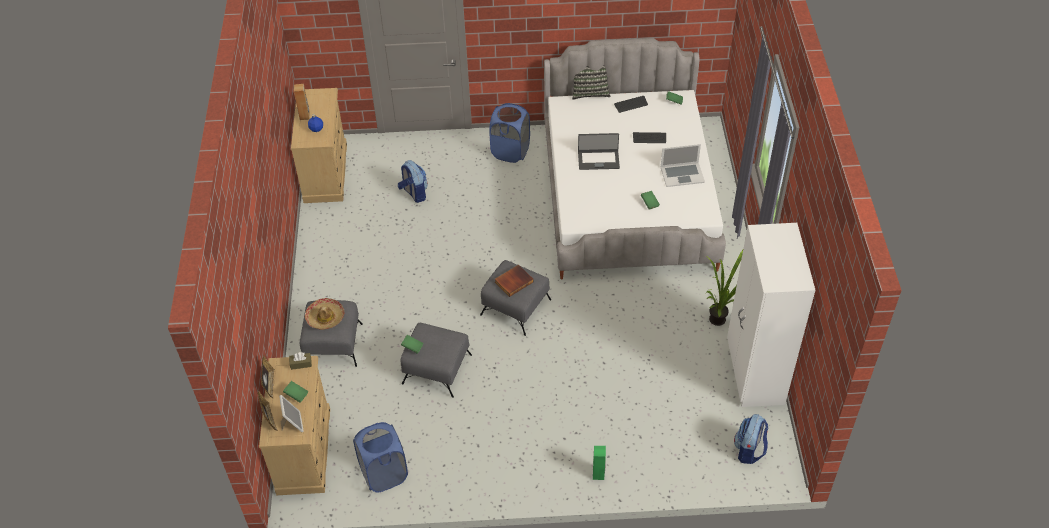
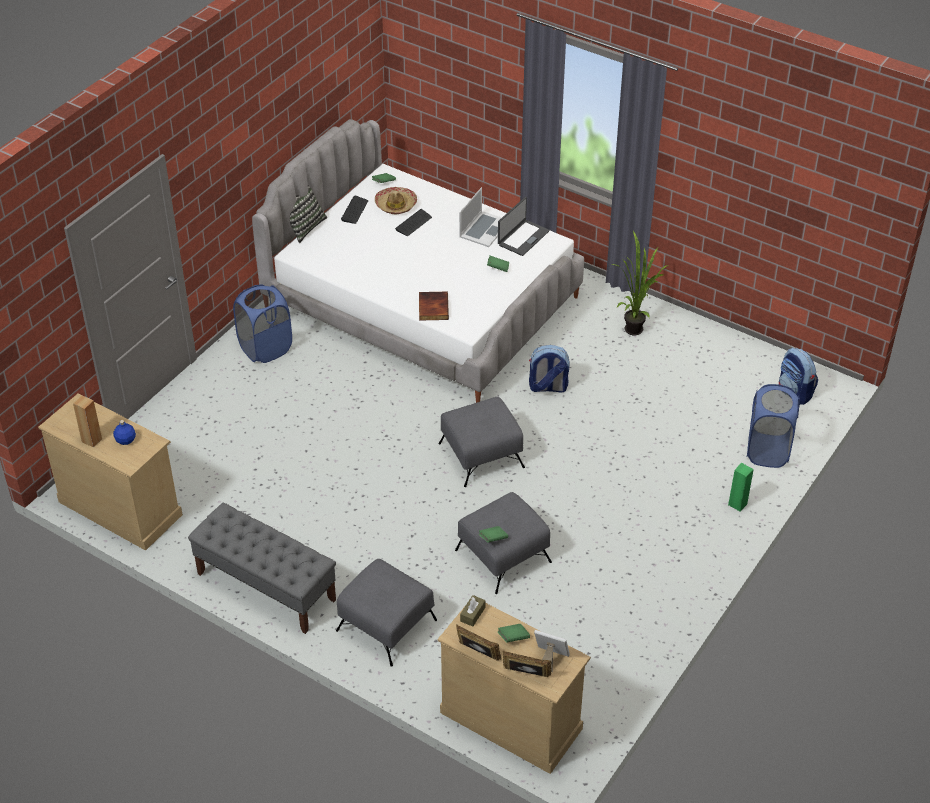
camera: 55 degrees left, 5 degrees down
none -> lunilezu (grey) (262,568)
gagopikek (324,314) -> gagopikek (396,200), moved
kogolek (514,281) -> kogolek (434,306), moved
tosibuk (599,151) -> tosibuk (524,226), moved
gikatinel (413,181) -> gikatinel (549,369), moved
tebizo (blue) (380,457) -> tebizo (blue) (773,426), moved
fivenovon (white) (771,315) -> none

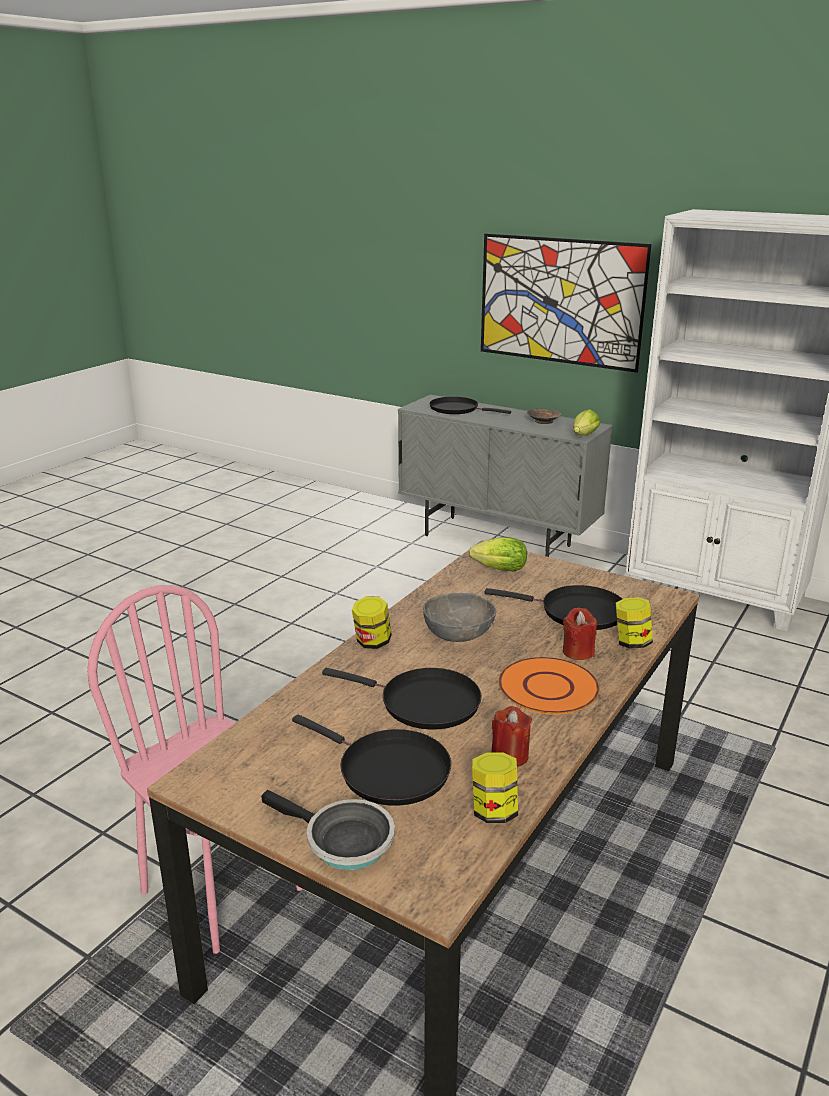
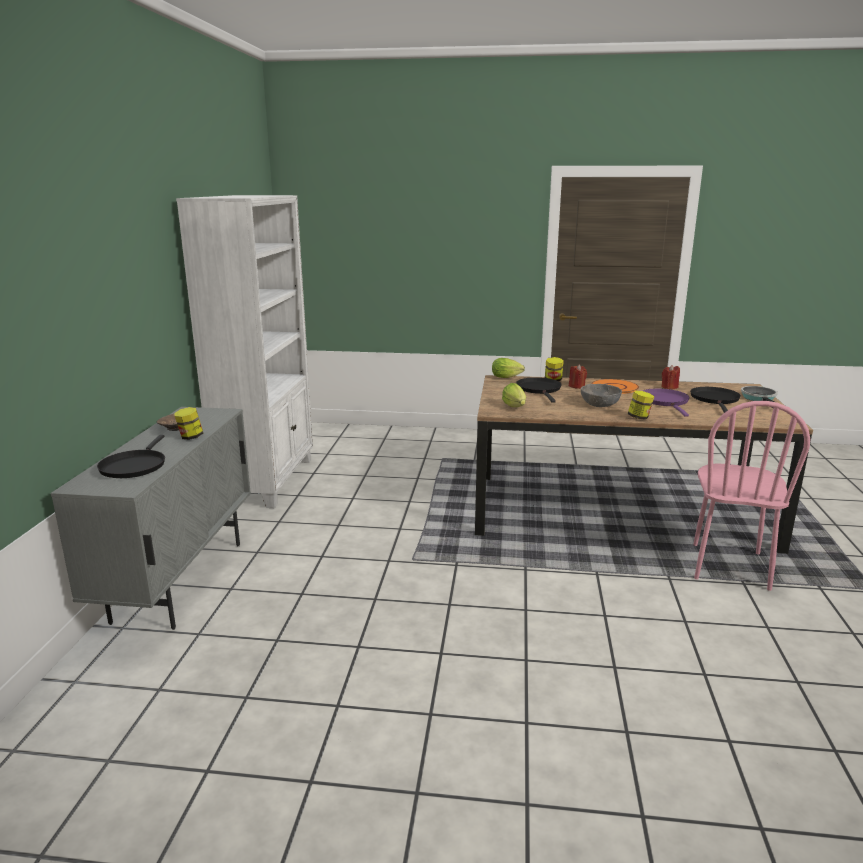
camera: 115 degrees left, 5 degrees down
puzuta (495,787) -> puzuta (188,423), moved
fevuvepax (586,422) -> fevuvepax (508,368), moved
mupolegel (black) (402,699) -> mupolegel (purple) (666,402)
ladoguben (566,303) -> none

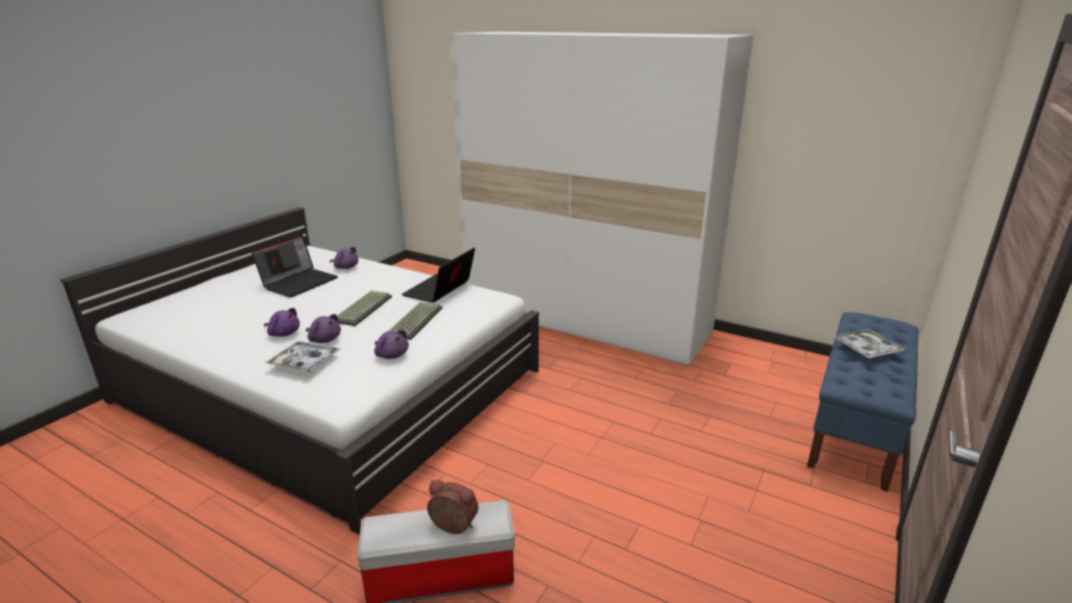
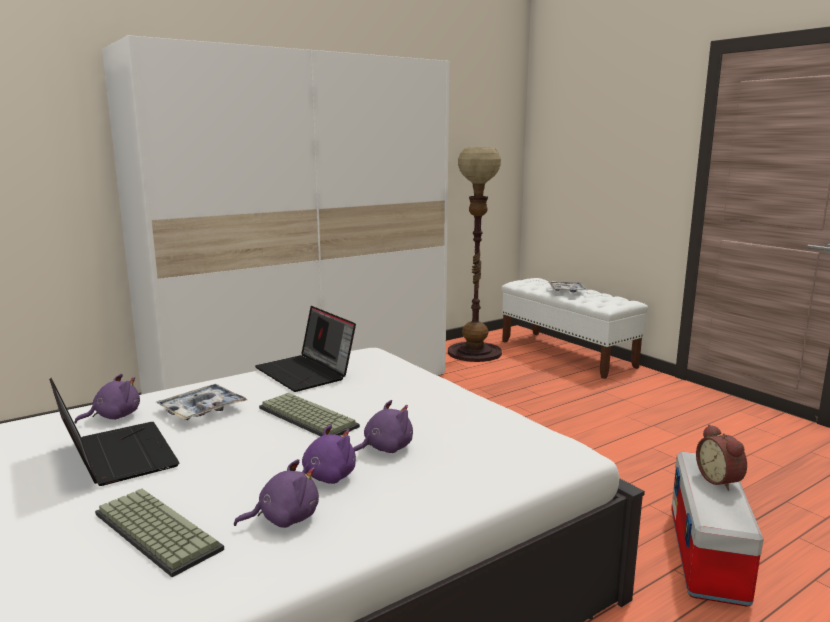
camera: 65 degrees left, 10 degrees down
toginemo (415,321) -> toginemo (159,533), moved
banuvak (302,357) -> banuvak (201,402), moved
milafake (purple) (391,344) -> milafake (purple) (276,493), moved
none -> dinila (475,255)
lunilezu (blue) (862,402) -> lunilezu (white) (574,328)
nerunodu (452,507) -> nerunodu (721,457), 60 degrees counterclockwise

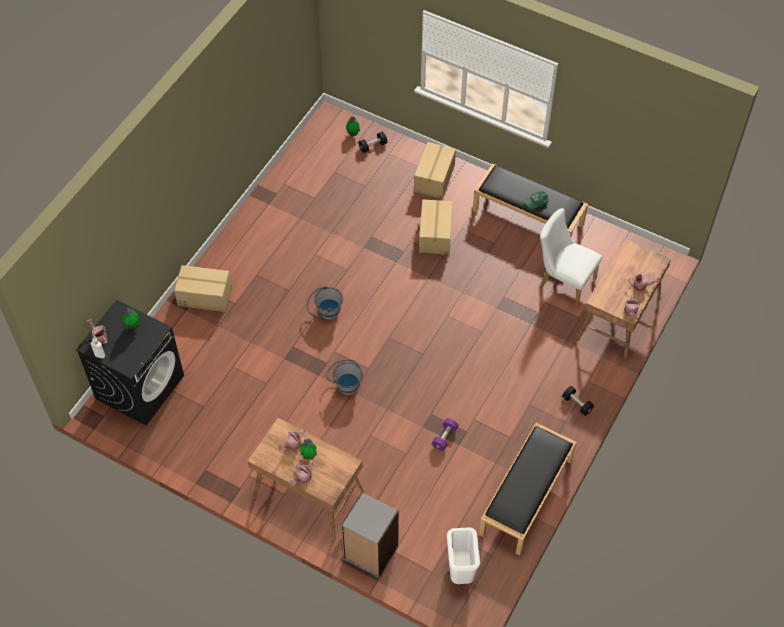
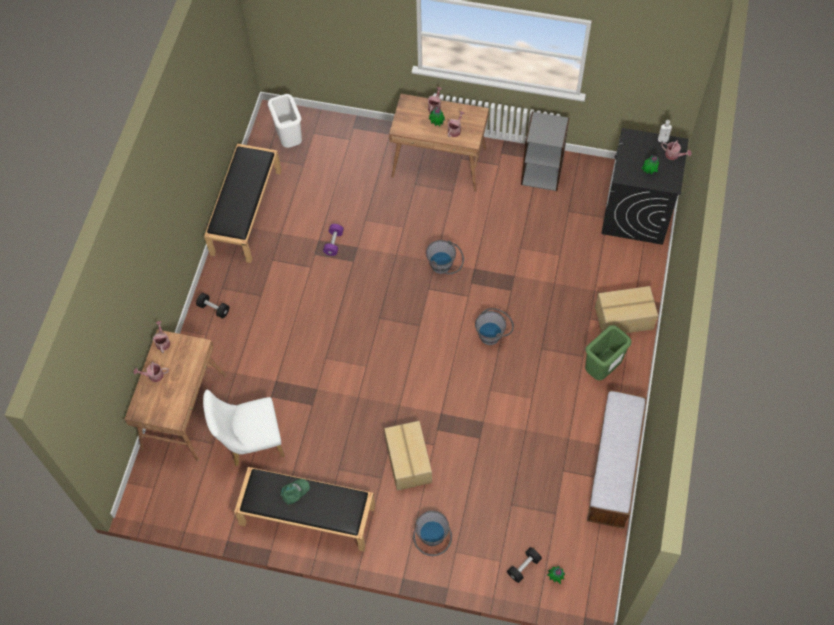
camera: 165 degrees right, 5 degrees up
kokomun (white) (571,257) -> kokomun (white) (244,428), 150 degrees clockwise
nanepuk (435,170) -> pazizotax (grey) (432,533)
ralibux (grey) (370,535) -> ralibux (grey) (545,151), moved
none -> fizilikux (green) (608,353)
none -> lunilezu (617,459)

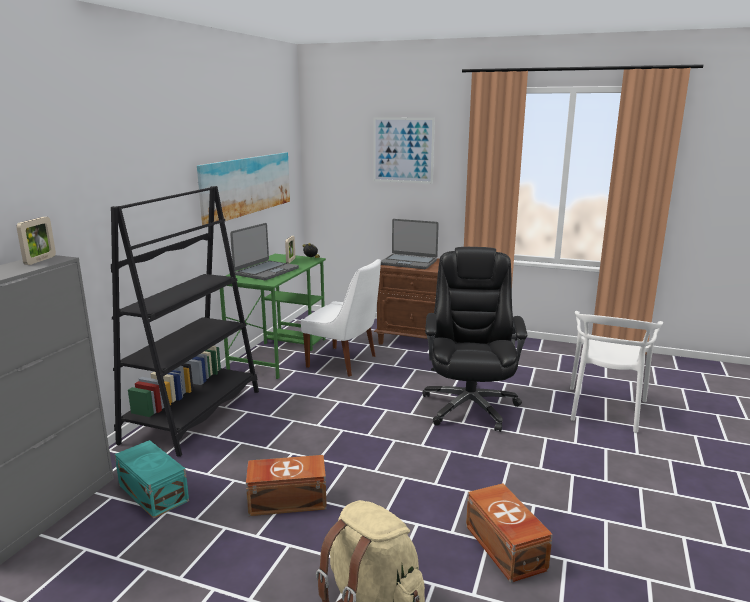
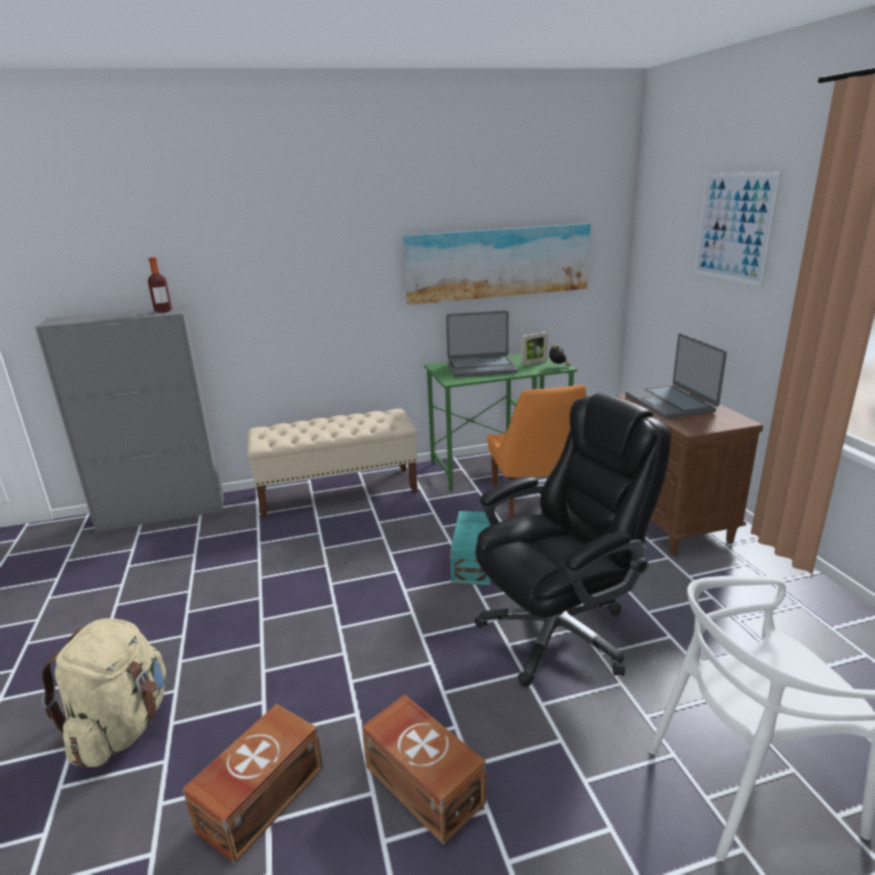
camera: 55 degrees right, 5 degrees up
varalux (36,241) -> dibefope (160,285)
ralibux (black) (185,321) -> lunilezu (beige) (332,463)
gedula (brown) (286,485) -> gedula (brown) (424,770), moved
gedula (turquoise) (152,479) -> gedula (turquoise) (470,548), moved
kokomun (white) (341,318) -> kokomun (orange) (536,452)

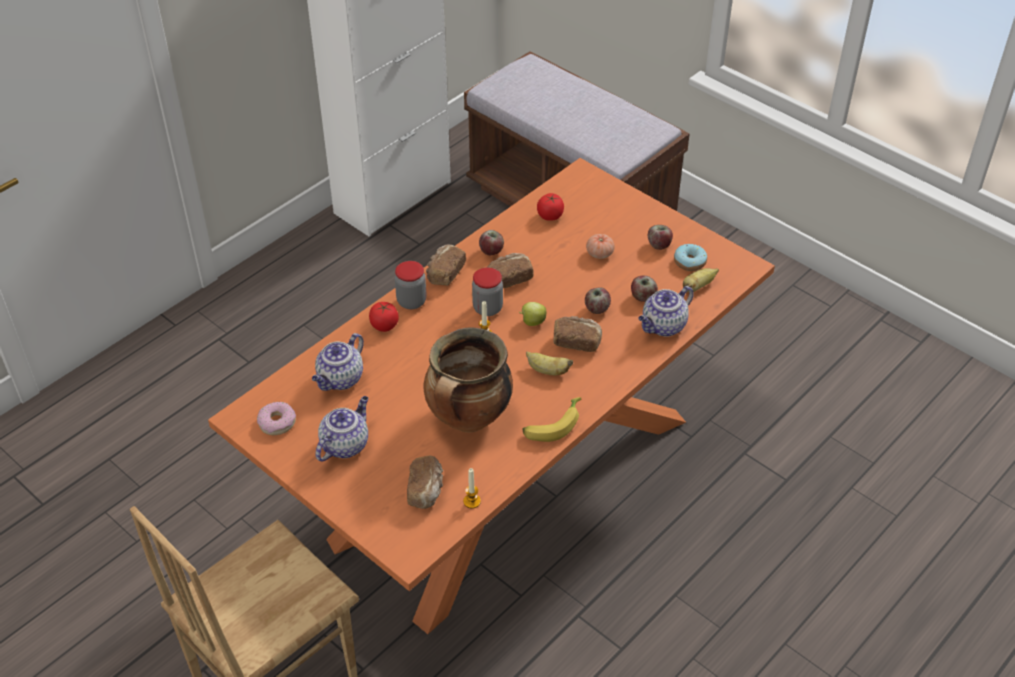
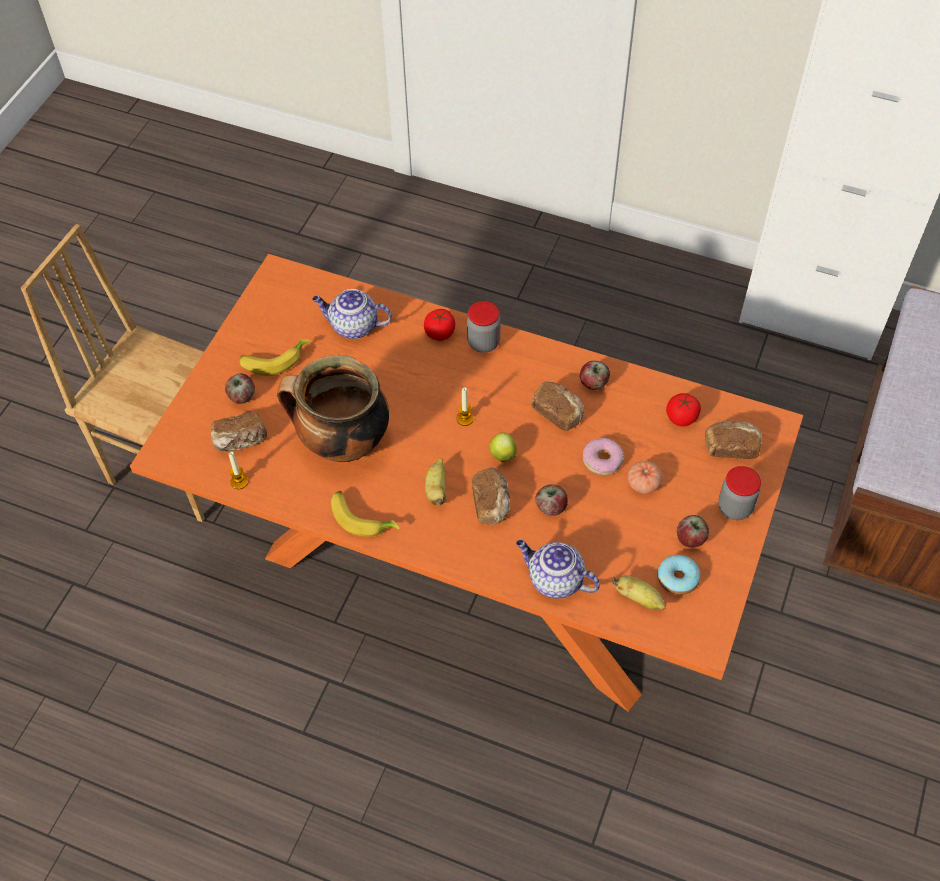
camera: 70 degrees right, 10 degrees up
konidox (644,289) -> konidox (240,389), moved
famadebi (341,428) -> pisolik (275,357)
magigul (276,418) -> magigul (603,456), moved
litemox (446,264) -> litemox (733,439), moved
puzuta (487,291) -> puzuta (739,493), moved

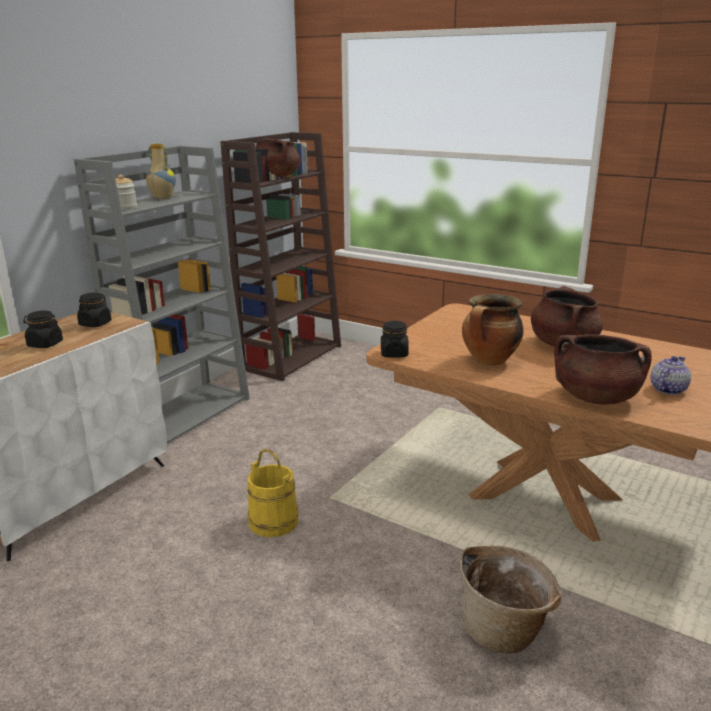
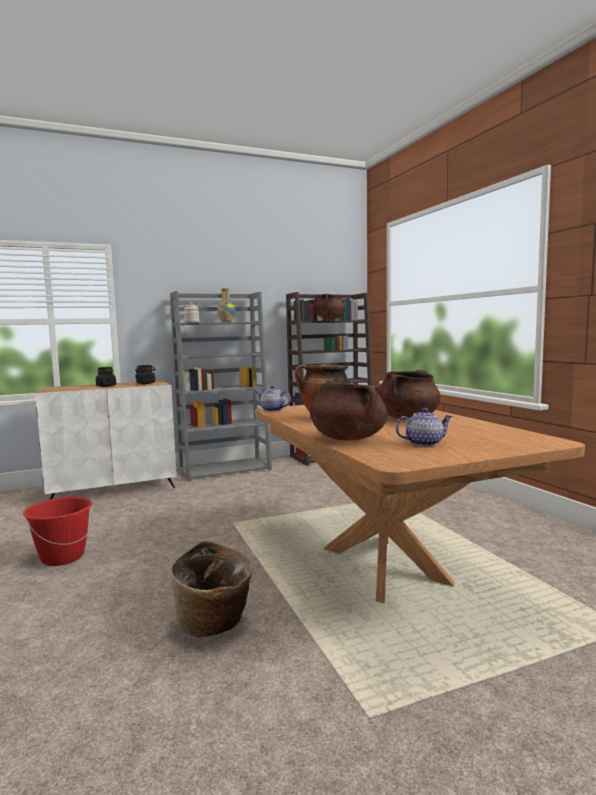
camera: 35 degrees right, 15 degrees down
none -> pazizotax (red) (58,531)
puzuta (black) (395,339) -> famadebi (273,398)
pazizotax (yellow) (273,493) -> none

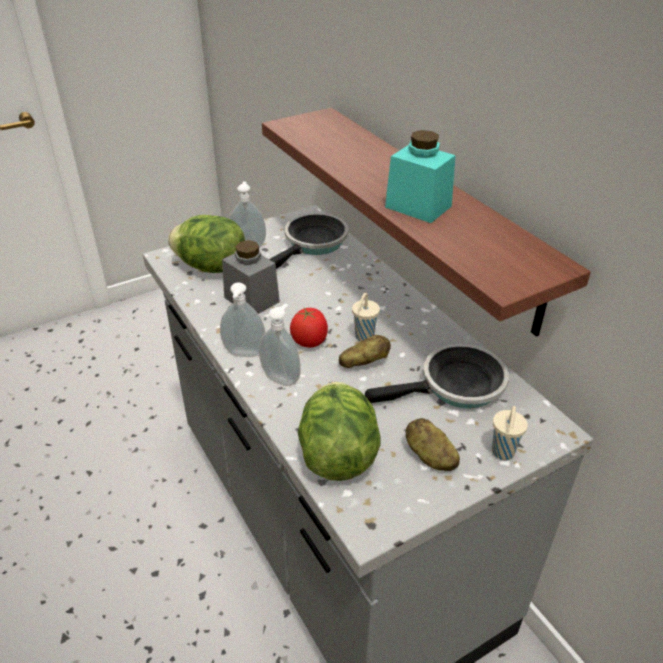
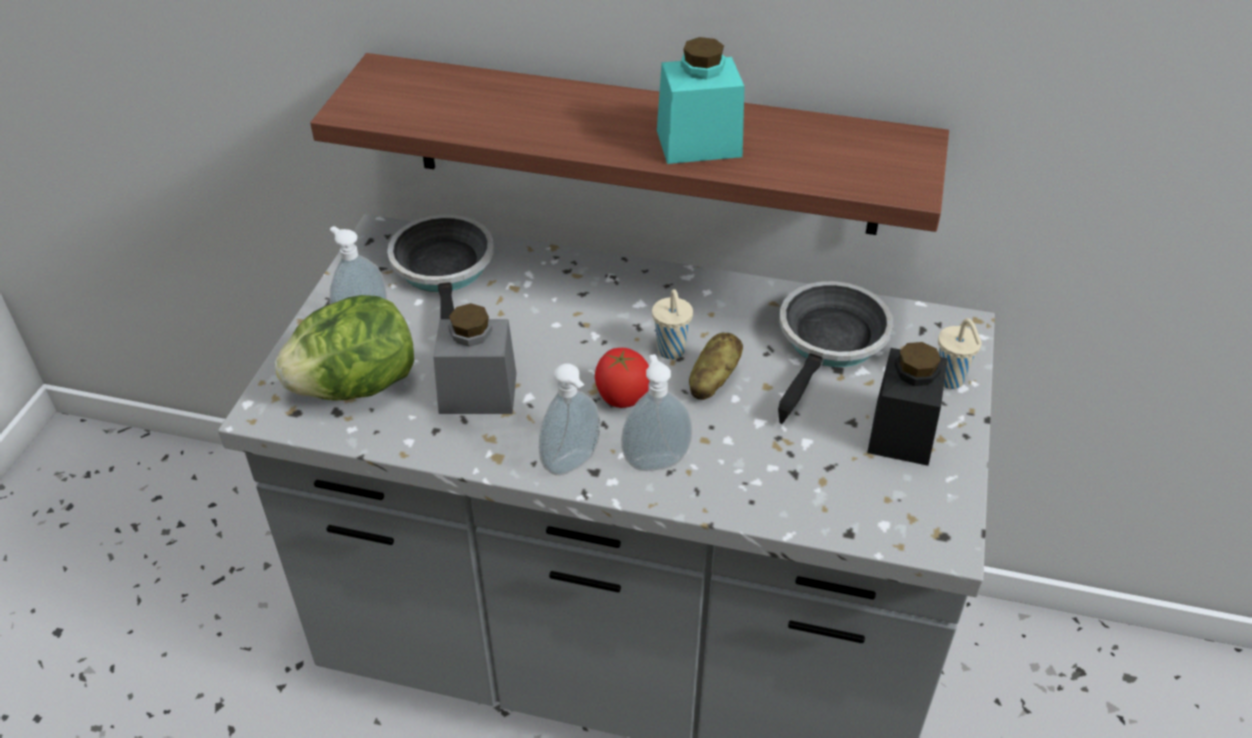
camera: 45 degrees left, 5 degrees up
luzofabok (433,444) -> puzuta (black) (907,404)
fevuvepax (339,431) -> none

